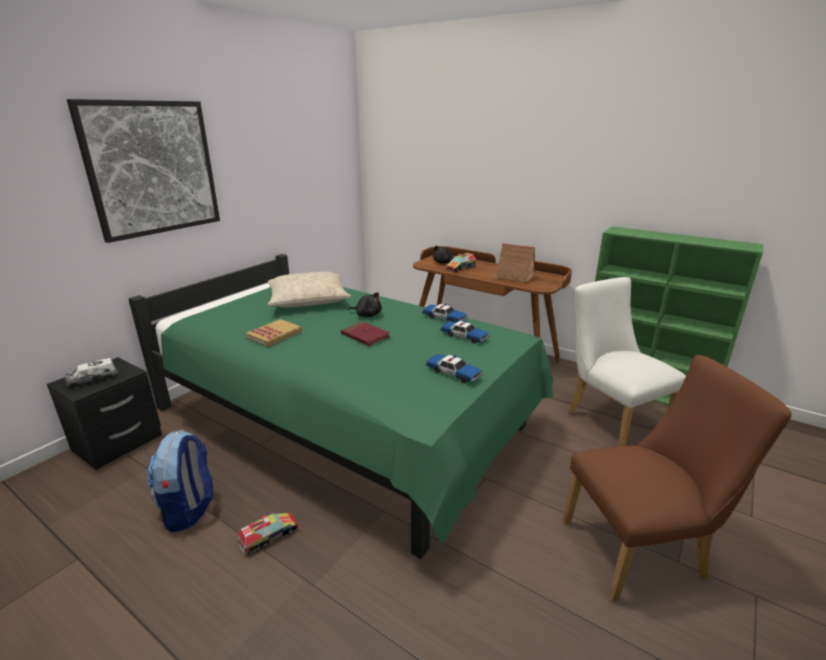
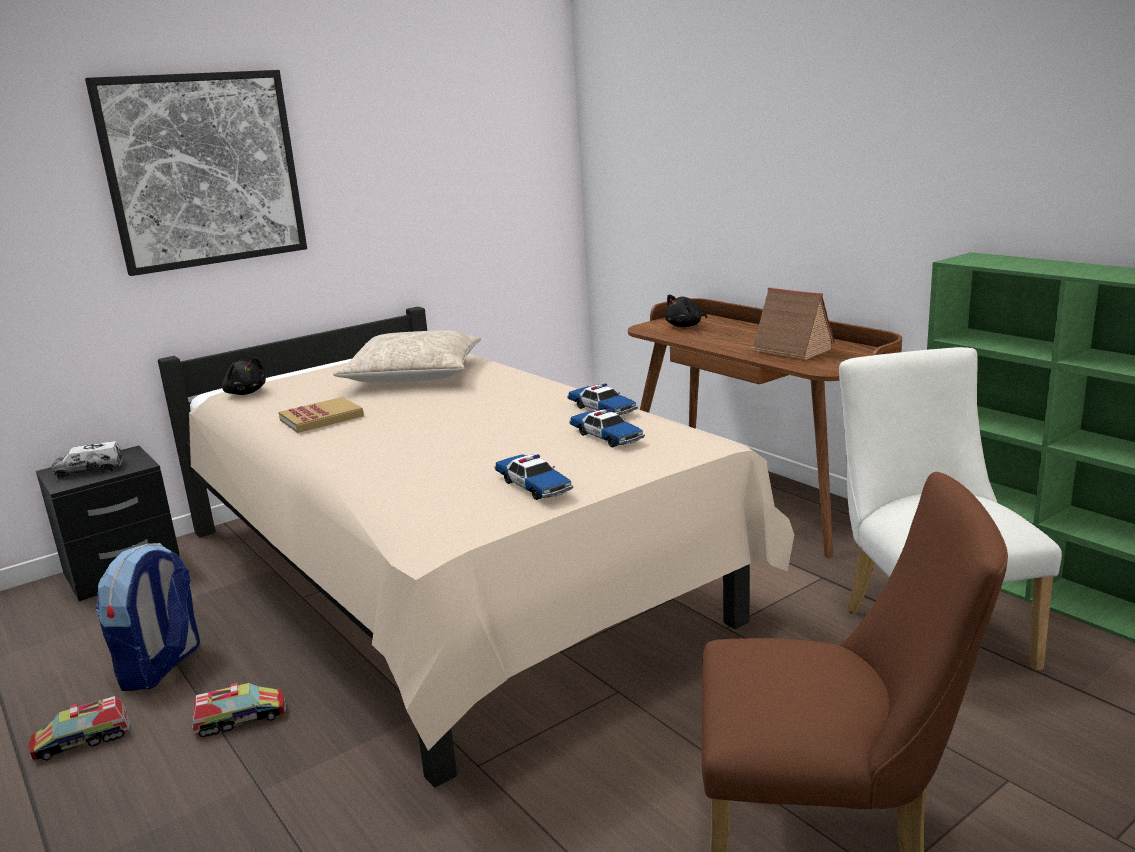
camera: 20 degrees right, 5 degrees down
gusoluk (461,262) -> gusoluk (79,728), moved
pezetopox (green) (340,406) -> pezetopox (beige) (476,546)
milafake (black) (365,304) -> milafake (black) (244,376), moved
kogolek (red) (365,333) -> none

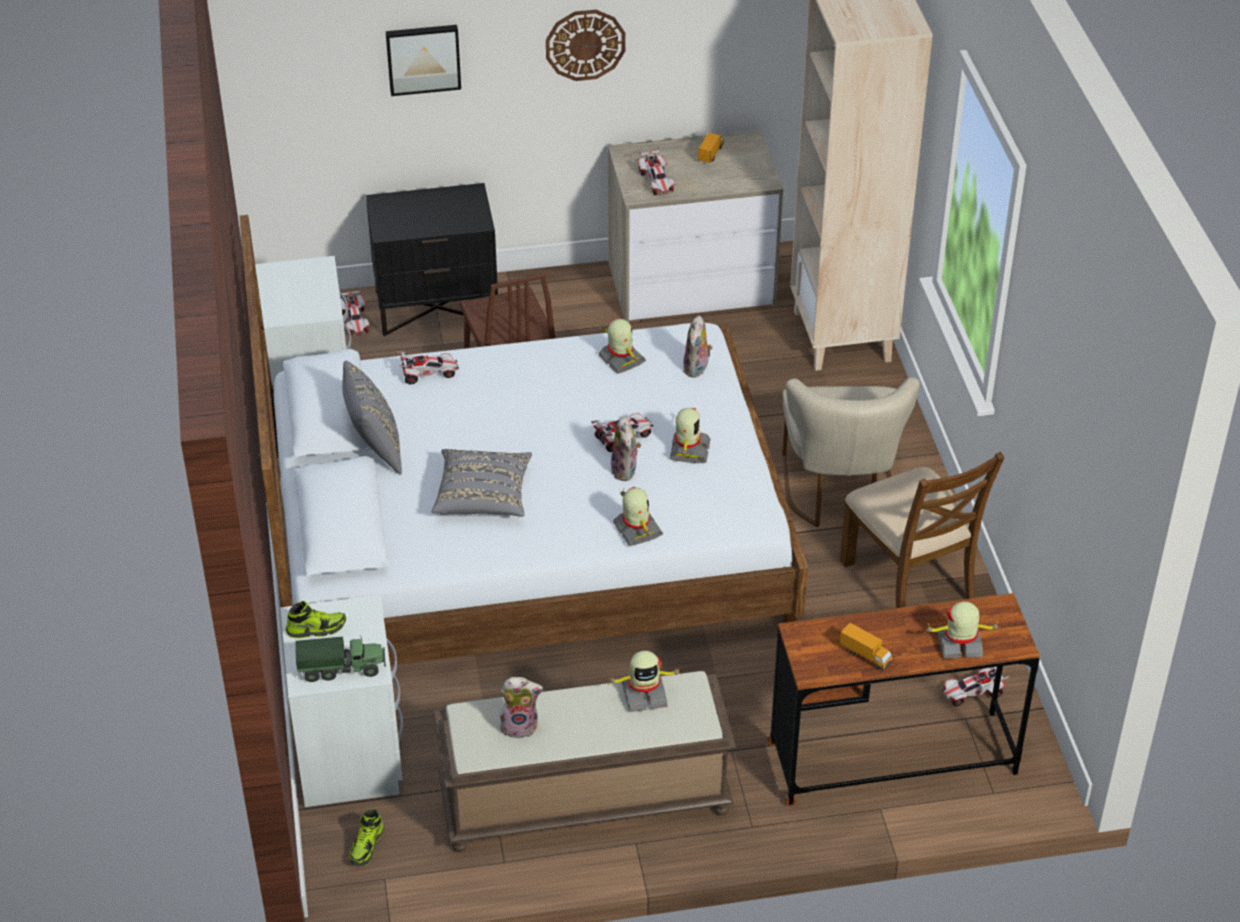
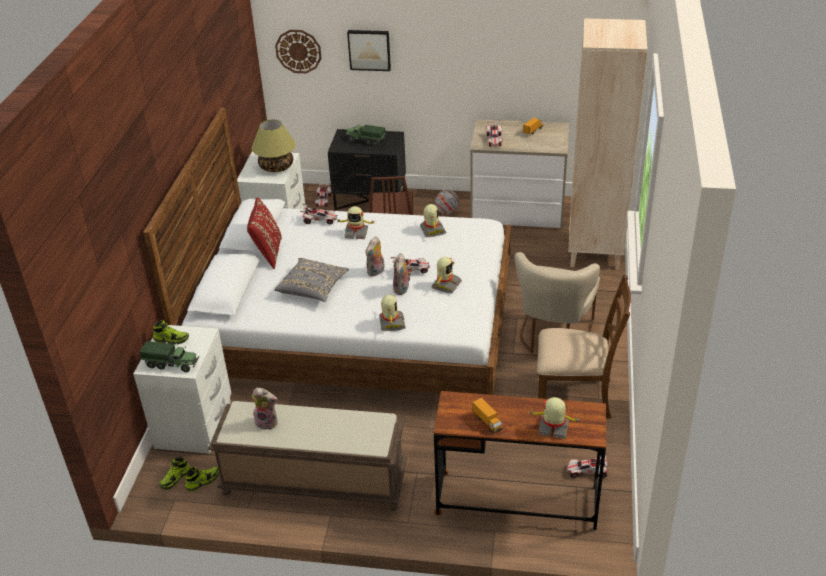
camera: 20 degrees right, 5 degrees down
none -> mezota (202,479)
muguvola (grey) (372,418) -> muguvola (red) (264,233)
none -> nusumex (274,145)
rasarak (585,45) -> rasarak (298,51), moved
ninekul (644,681) -> ninekul (355,222), moved
none -> gusoluk (365,135)
milafake (698,346) -> milafake (375,256), moved
none -> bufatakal (447,202)
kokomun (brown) (922,530) -> kokomun (brown) (584,347), 75 degrees counterclockwise

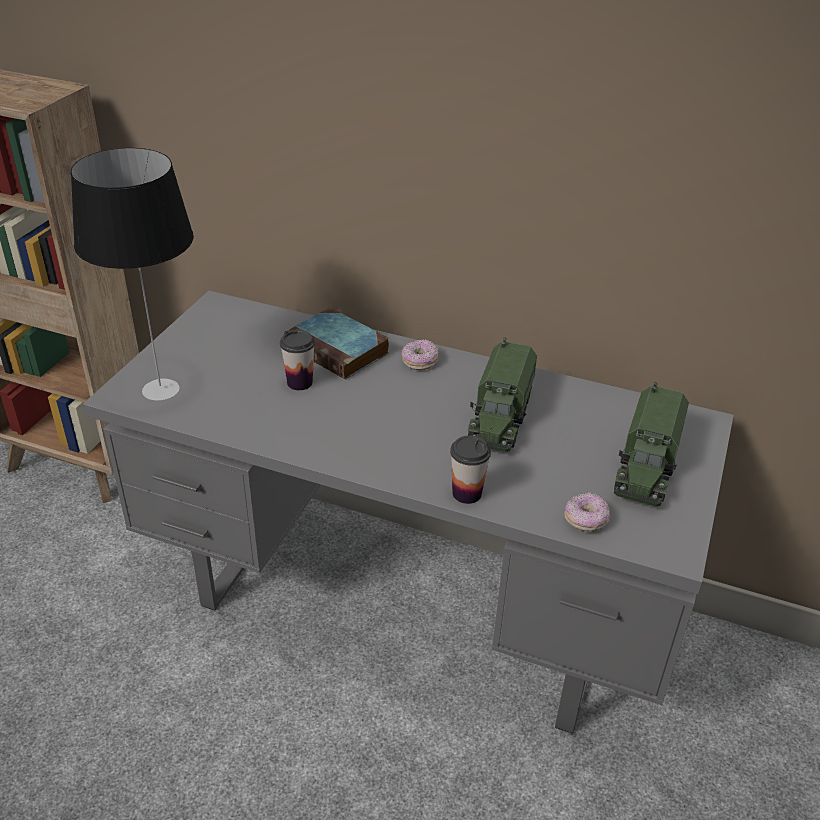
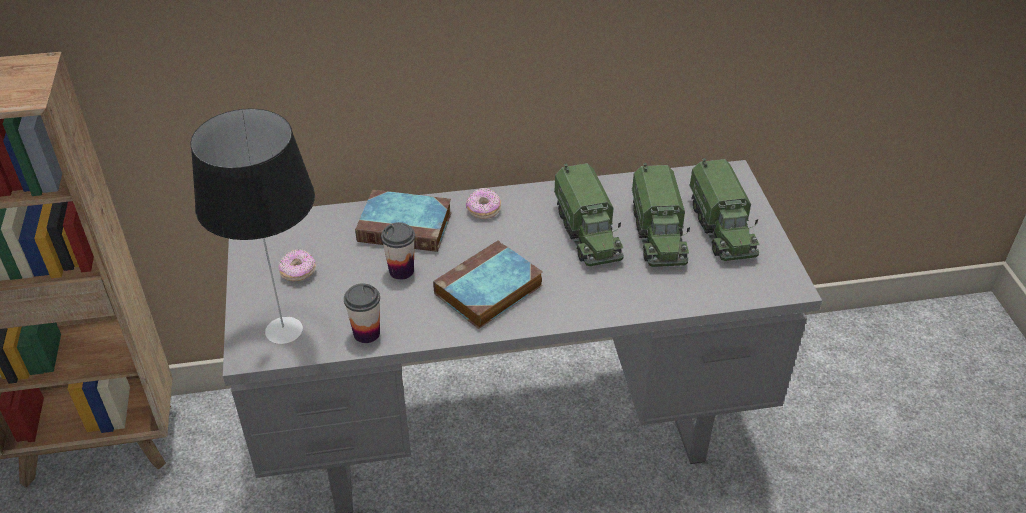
camera: 30 degrees left, 5 degrees up
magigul (587,511) -> magigul (297,265), moved
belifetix (470,469) -> belifetix (362,313), moved
none -> kogolek (488,284)
none -> gusoluk (661,215)

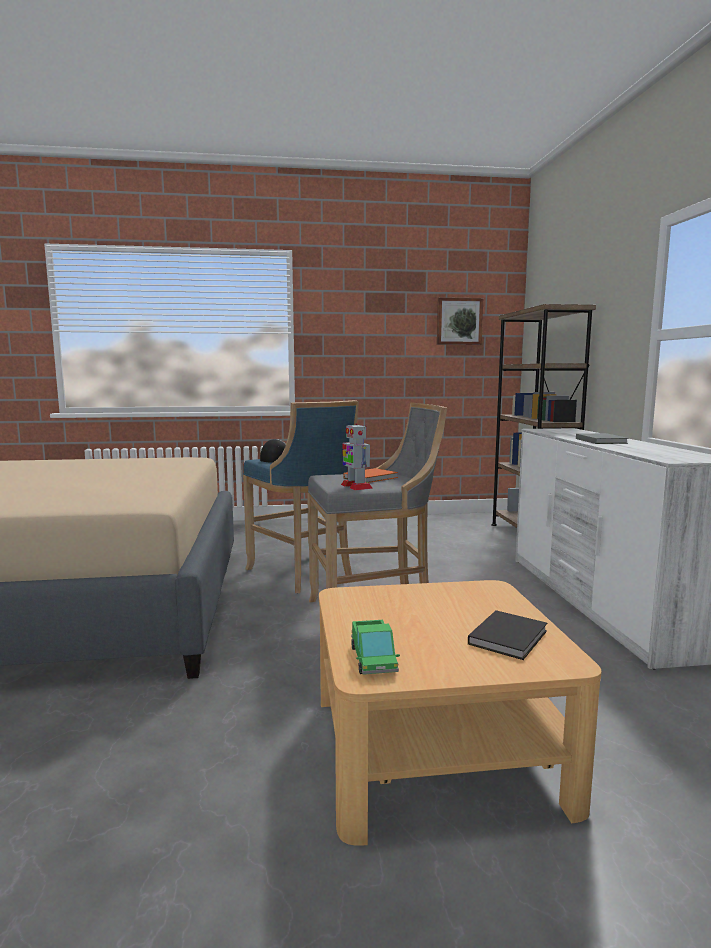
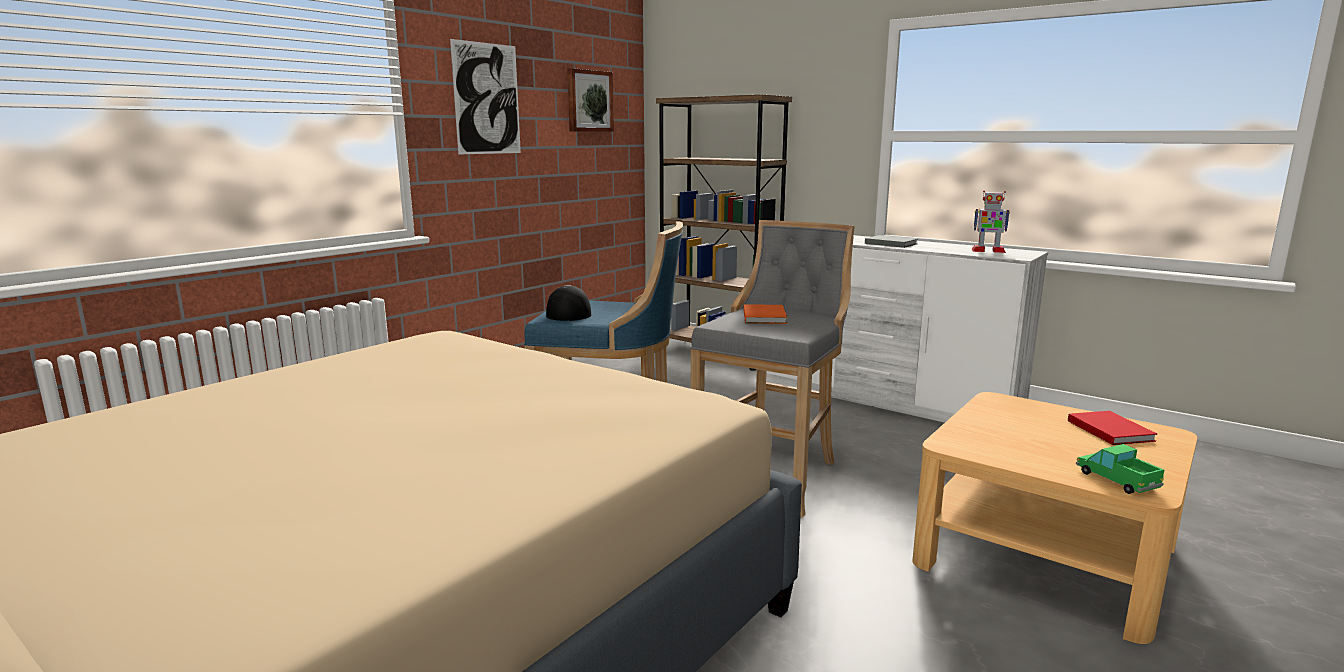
camera: 45 degrees left, 5 degrees up
none -> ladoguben (485,97)
ninekul (357,457) -> ninekul (991,222), moved
kogolek (black) (507,635) -> kogolek (red) (1112,428)
gusoluk (375,647) -> gusoluk (1120,469), 150 degrees counterclockwise

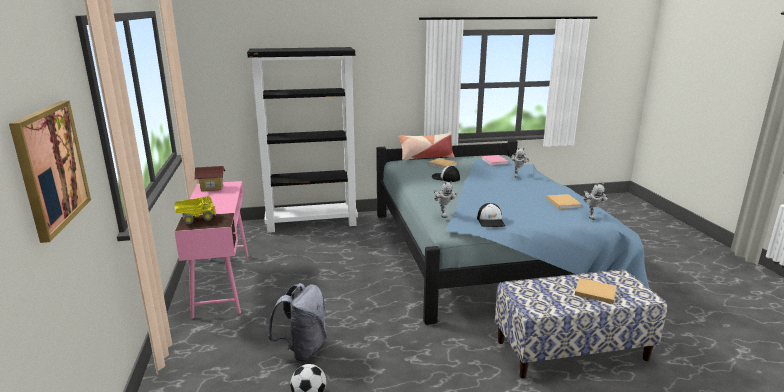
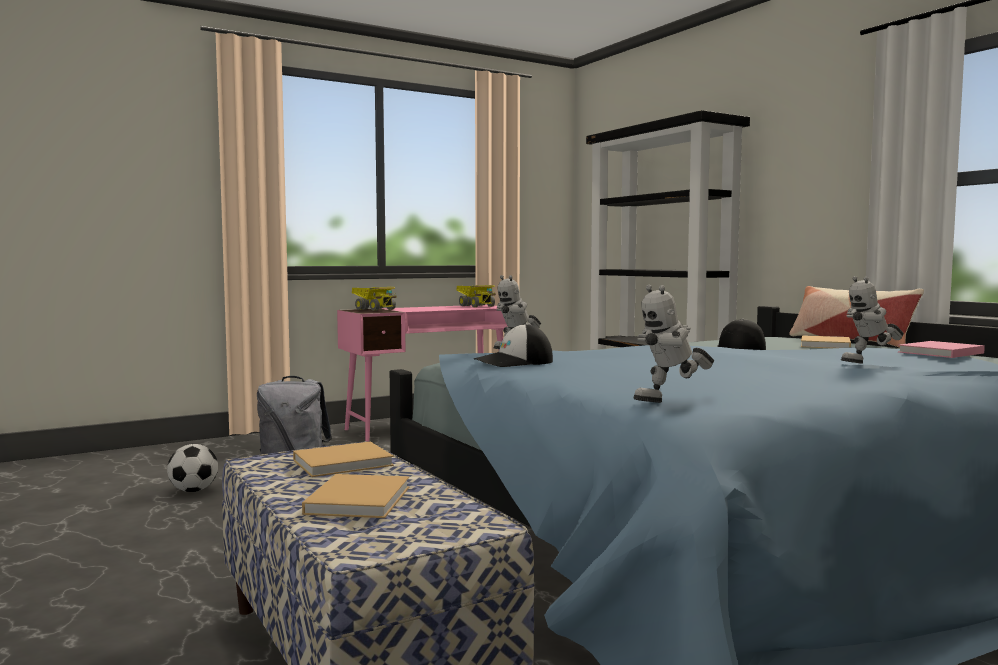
camera: 70 degrees right, 15 degrees down
kogolek (beige) (564,201) -> kogolek (beige) (343,459), moved
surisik (210,178) -> gusoluk (476,296)
ladoguben (50,171) -> none

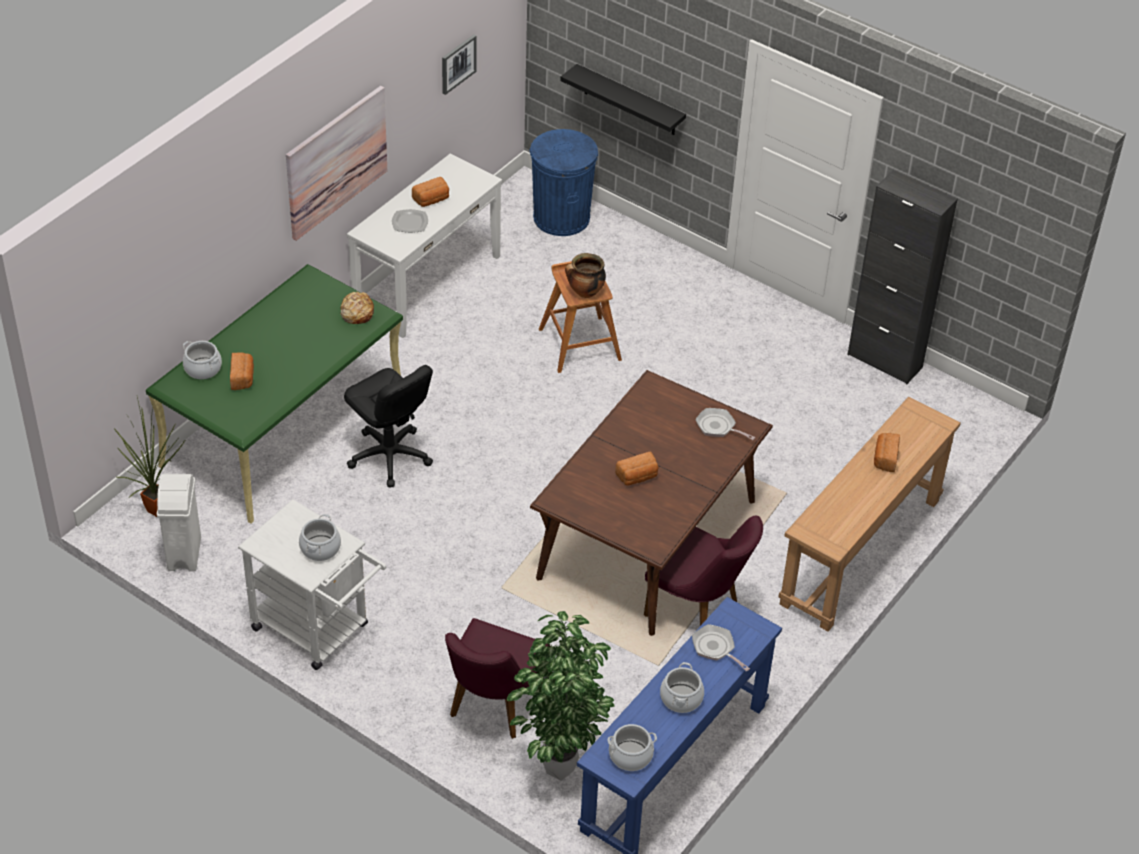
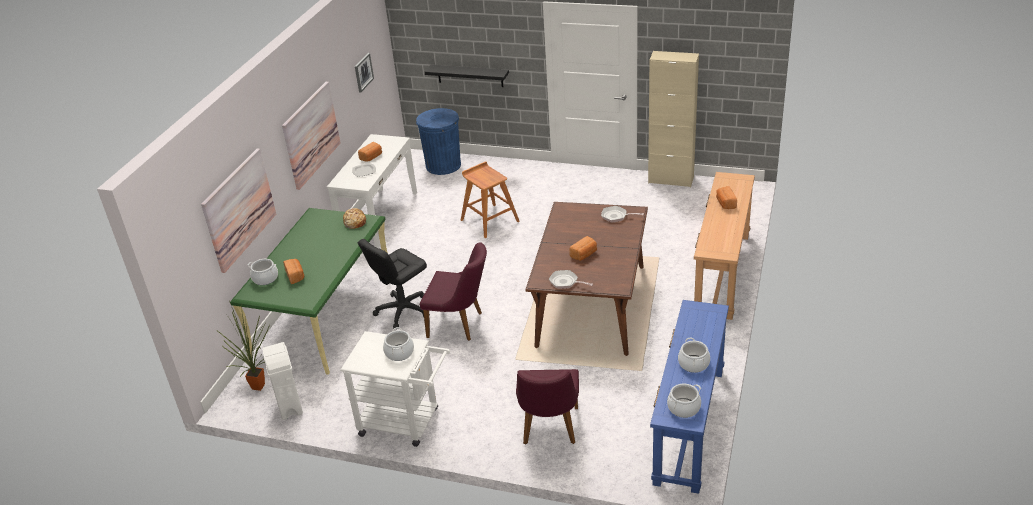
camera: 15 degrees left, 10 degrees down
none -> ladoguben (238,211)
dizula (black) (388,426) -> dizula (black) (394,283), 105 degrees clockwise
kokomun (purple) (703,571) -> kokomun (purple) (453,291), moved
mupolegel (721,647) -> mupolegel (571,279), moved
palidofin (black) (902,277) -> palidofin (beige) (673,119)
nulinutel (561,696) -> none
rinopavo (585,275) -> none

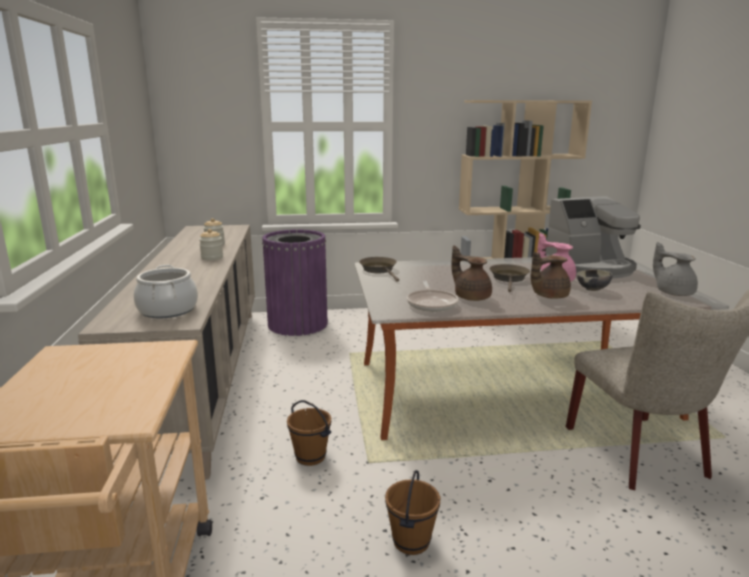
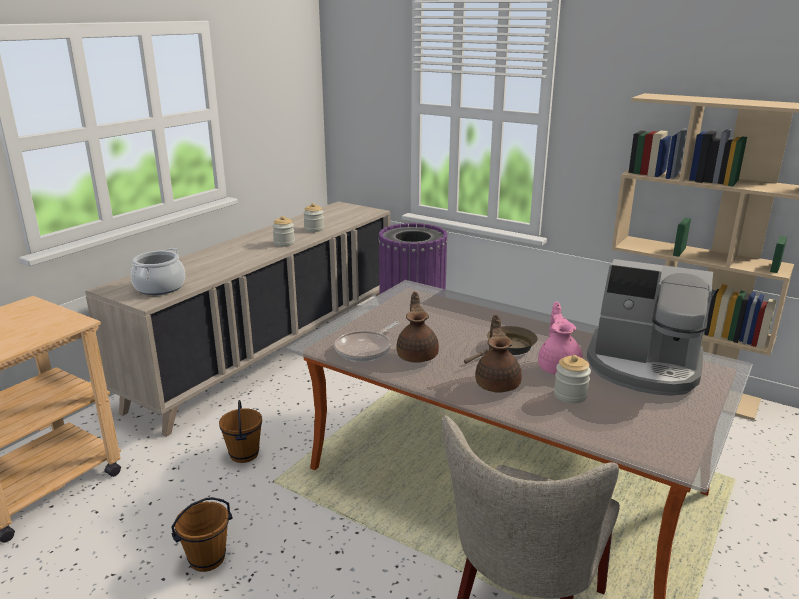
camera: 40 degrees right, 5 degrees up
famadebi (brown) (550,275) -> famadebi (brown) (498,354), 75 degrees clockwise
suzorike (594,280) -> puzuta (572,379)
mupolegel (brown) (379,269) -> none
famadebi (grey) (675,269) -> none

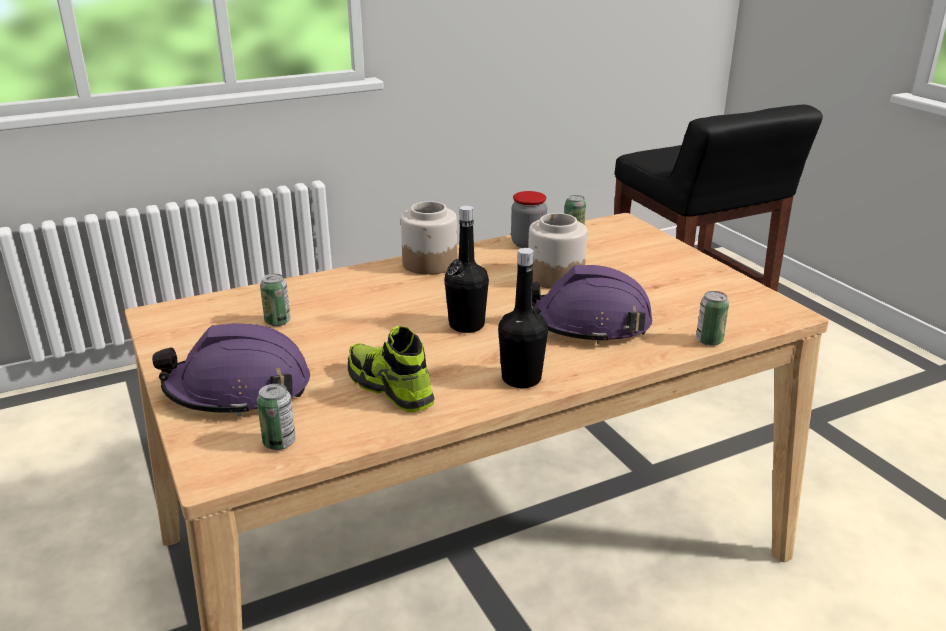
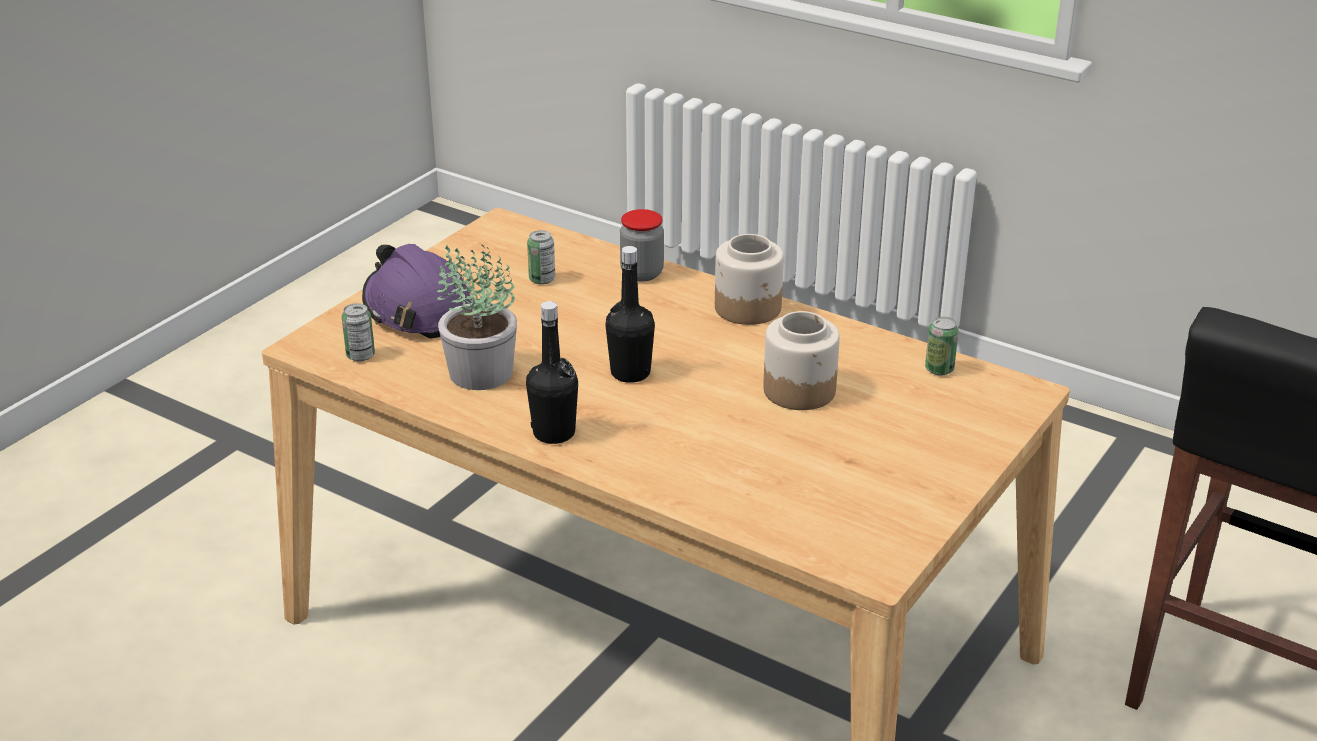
camera: 60 degrees right, 5 degrees up
mezota (391,369) -> nulinutel (477,317)
puzuta (529,219) -> puzuta (642,245), moved
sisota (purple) (592,305) -> none
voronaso (712,318) -> none

